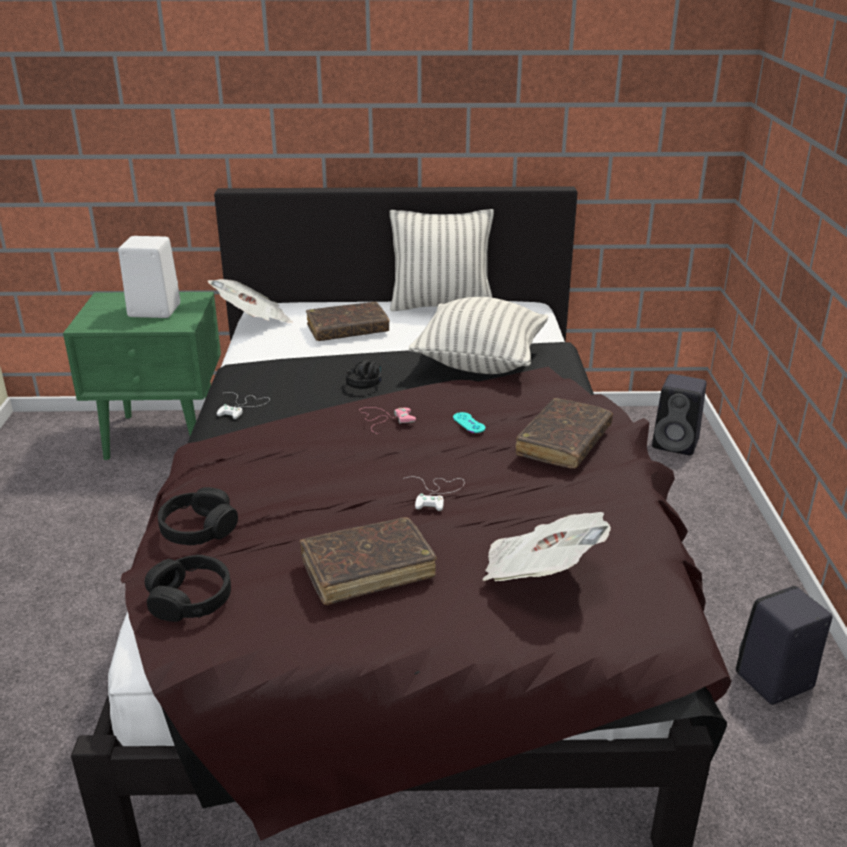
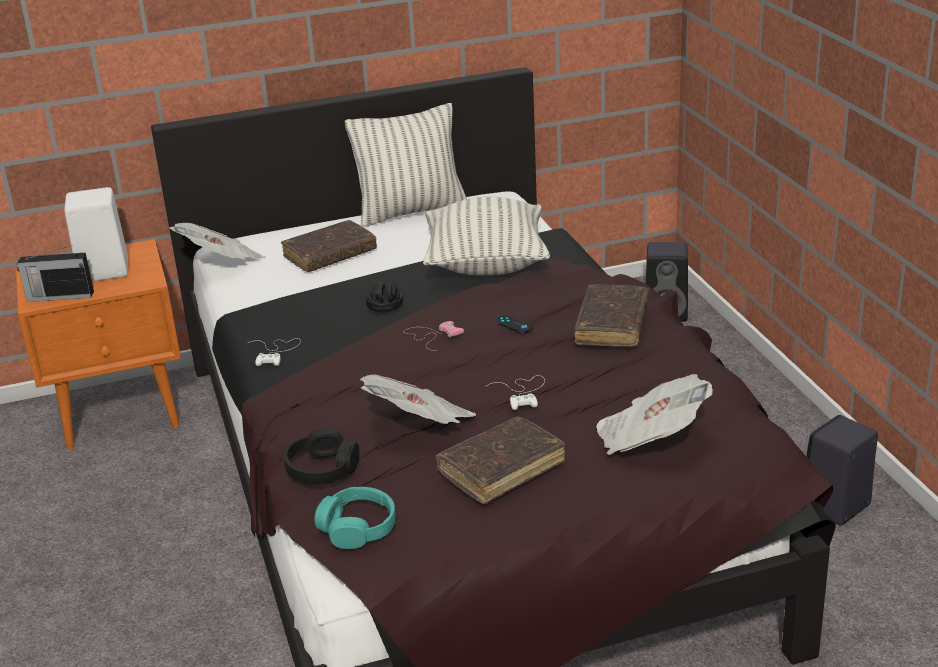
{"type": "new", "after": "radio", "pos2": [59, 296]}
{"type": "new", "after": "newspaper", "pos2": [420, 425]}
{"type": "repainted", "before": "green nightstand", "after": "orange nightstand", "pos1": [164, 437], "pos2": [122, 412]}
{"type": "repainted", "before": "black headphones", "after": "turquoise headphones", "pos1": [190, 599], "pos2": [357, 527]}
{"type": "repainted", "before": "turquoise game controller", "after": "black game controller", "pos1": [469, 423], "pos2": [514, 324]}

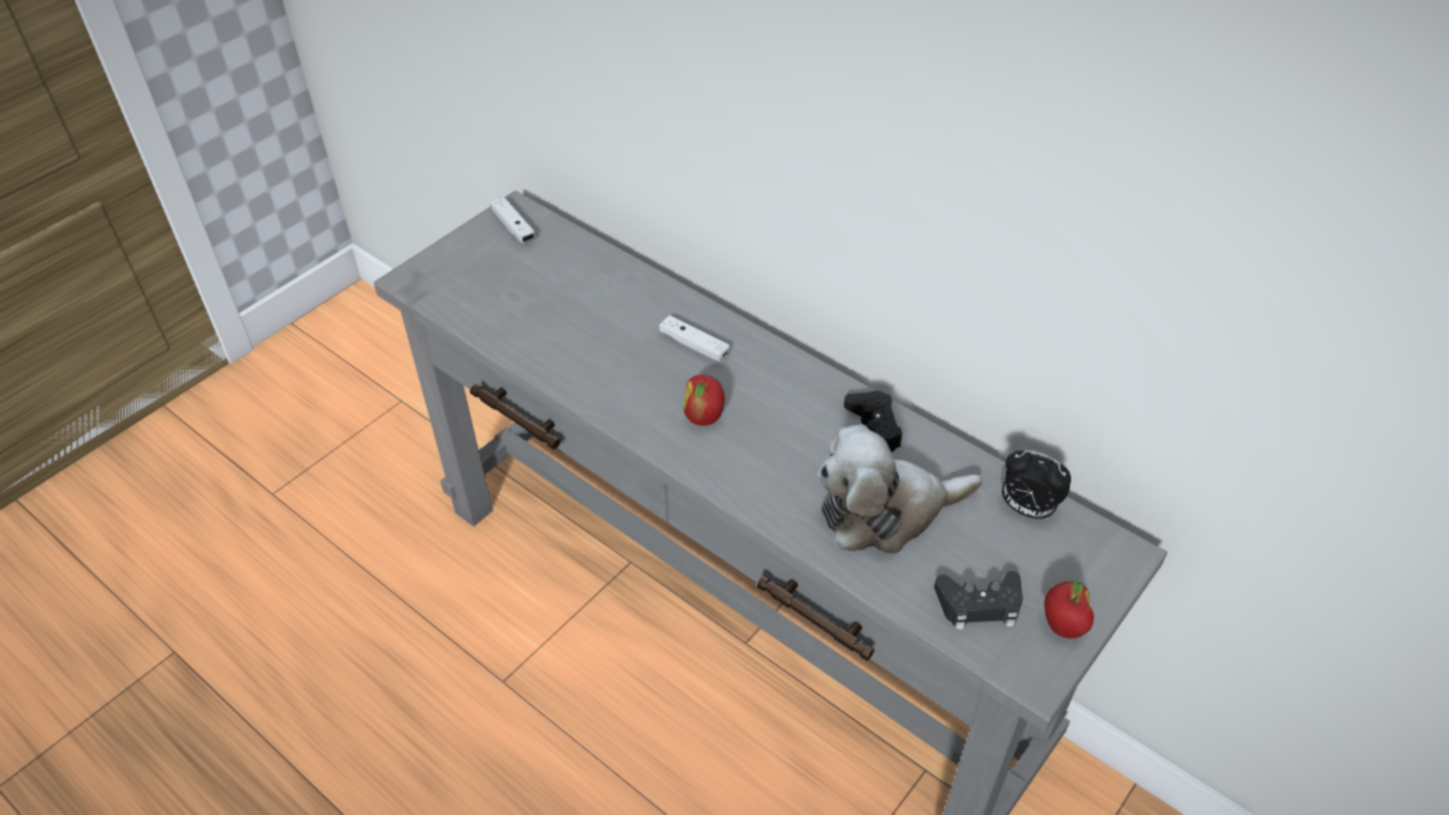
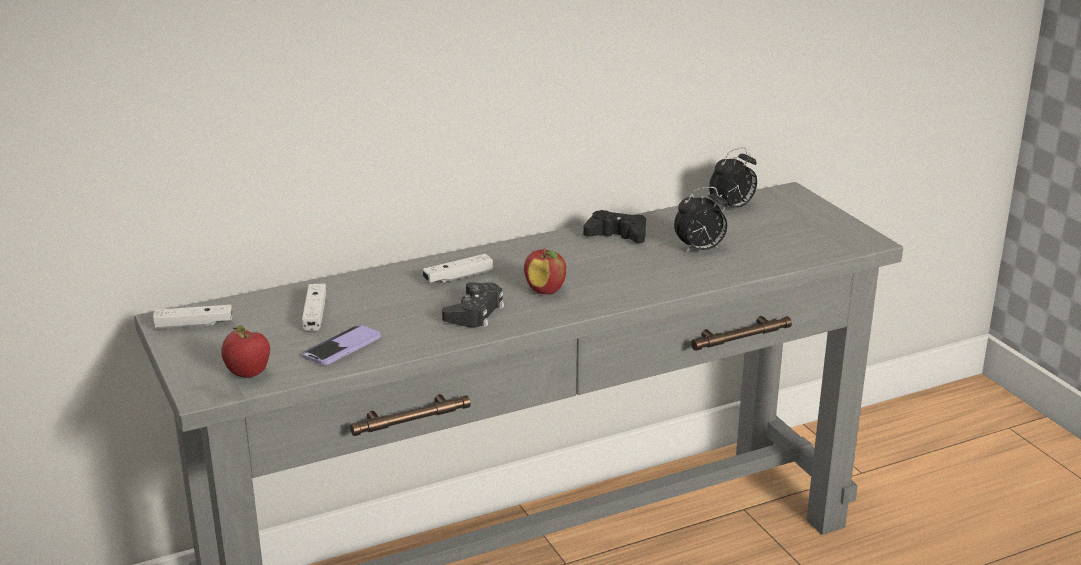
{"type": "new", "after": "white game controller", "pos2": [315, 314]}
{"type": "new", "after": "phone", "pos2": [342, 347]}
{"type": "shifted", "before": "black game controller", "pos1": [979, 605], "pos2": [475, 312]}
{"type": "shifted", "before": "apple", "pos1": [1062, 626], "pos2": [247, 374]}
{"type": "swapped", "before": "plush toy", "after": "alarm clock", "pos1": [886, 512], "pos2": [700, 250]}

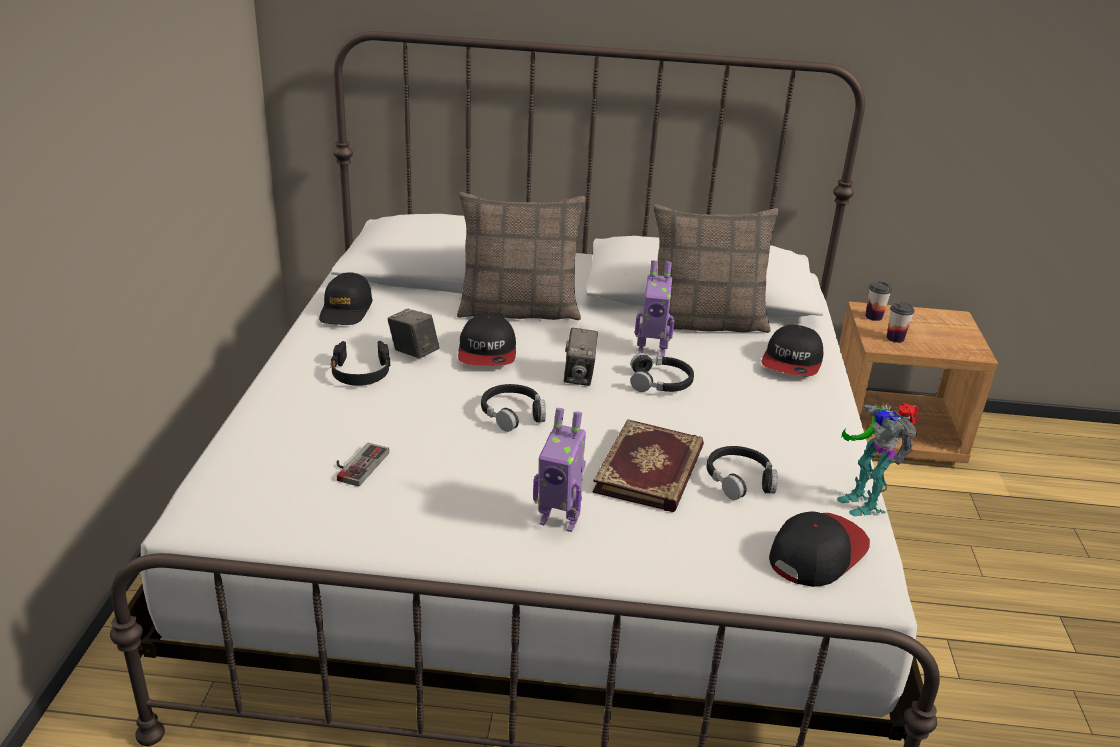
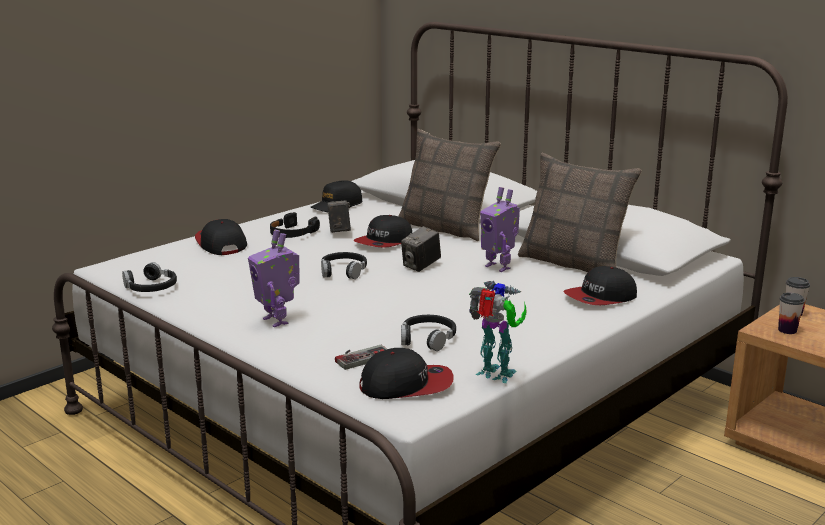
{"type": "gone", "before": "book", "pos1": [651, 470]}
{"type": "new", "after": "cap", "pos2": [220, 244]}
{"type": "shifted", "before": "game controller", "pos1": [356, 464], "pos2": [360, 356]}
{"type": "shifted", "before": "black headphones", "pos1": [661, 382], "pos2": [151, 287]}
{"type": "rotated", "before": "toy robot", "pos1": [864, 501], "pos2": [496, 375], "turn": 105}

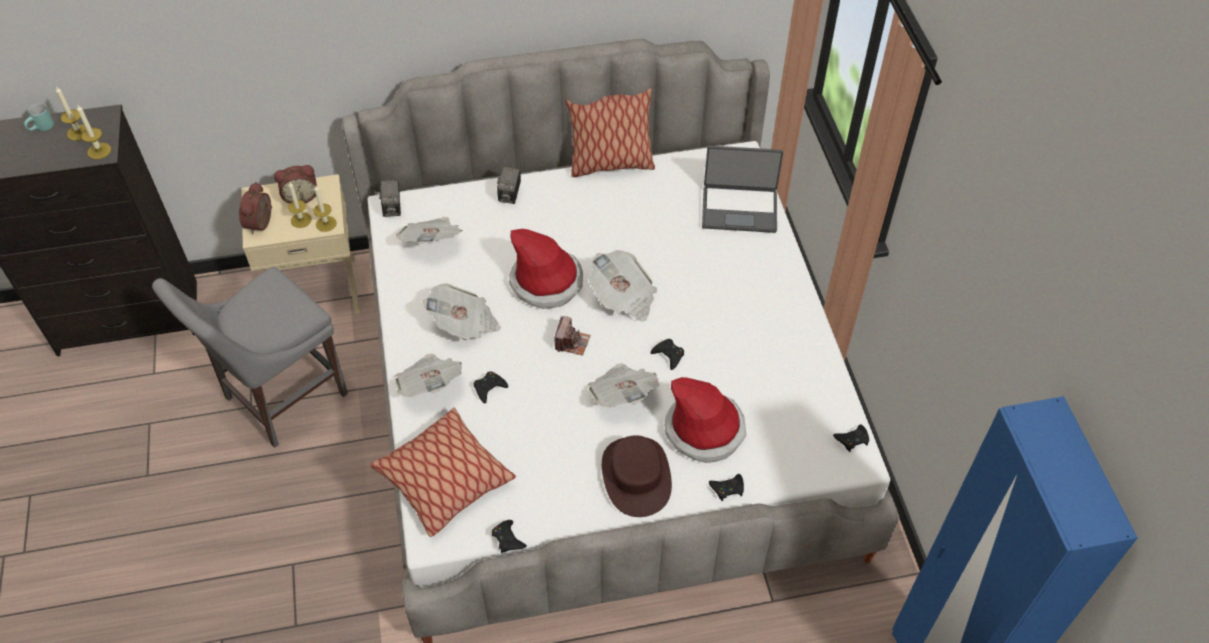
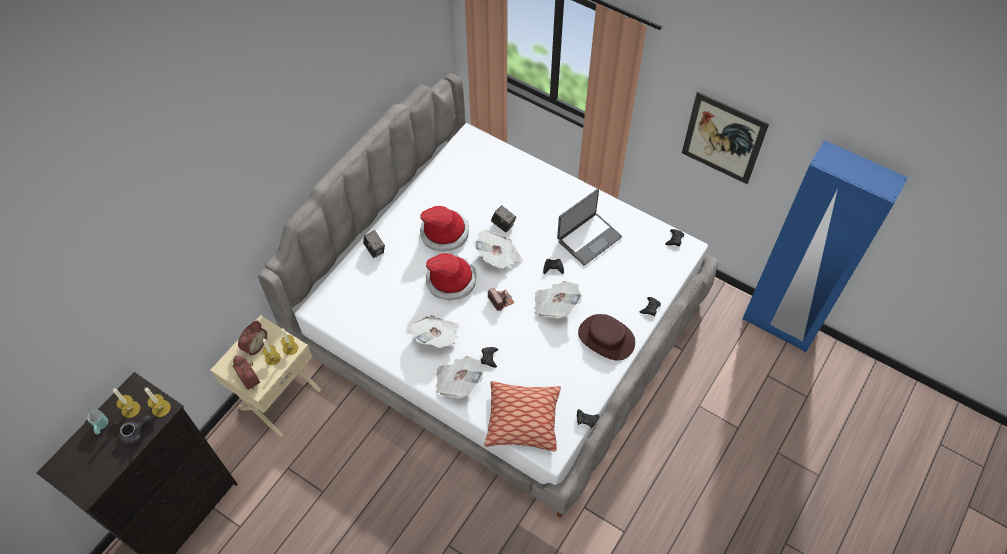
{"type": "gone", "before": "grey chair", "pos1": [280, 398]}
{"type": "gone", "before": "newspaper", "pos1": [432, 242]}
{"type": "gone", "before": "pillow", "pos1": [610, 164]}
{"type": "new", "after": "grey teapot", "pos2": [136, 433]}
{"type": "new", "after": "picture", "pos2": [723, 138]}
{"type": "shifted", "before": "photo camera", "pos1": [392, 208], "pos2": [503, 225]}
{"type": "shifted", "before": "hat", "pos1": [704, 430], "pos2": [444, 233]}
{"type": "shifted", "before": "laptop", "pos1": [739, 208], "pos2": [588, 238]}

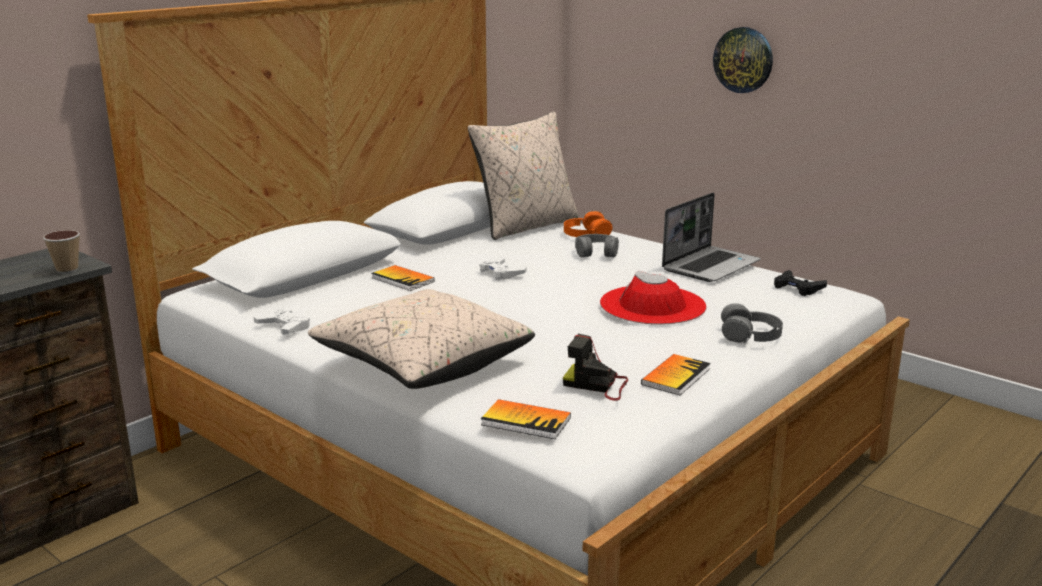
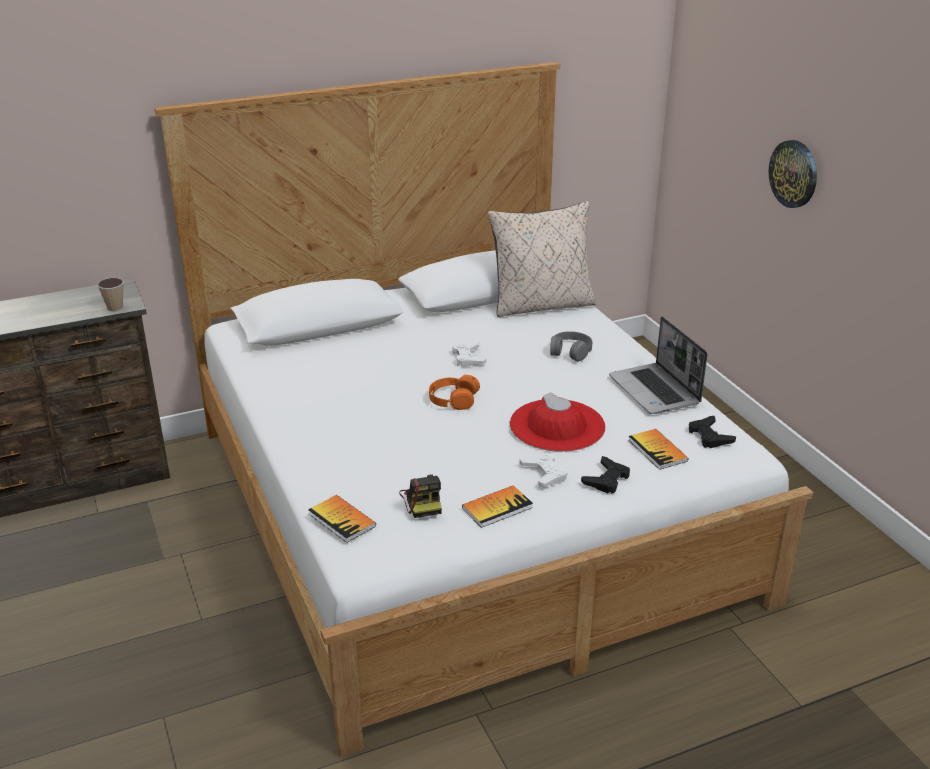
{"type": "gone", "before": "beige pillow", "pos1": [422, 364]}
{"type": "shifted", "before": "white game controller", "pos1": [284, 327], "pos2": [544, 474]}
{"type": "shifted", "before": "book", "pos1": [402, 279], "pos2": [657, 450]}
{"type": "shifted", "before": "orange headphones", "pos1": [586, 234], "pos2": [453, 399]}
{"type": "swapped", "before": "grey headphones", "after": "black game controller", "pos1": [750, 334], "pos2": [606, 479]}
{"type": "rotated", "before": "photo camera", "pos1": [597, 385], "pos2": [423, 501], "turn": -150}
{"type": "rotated", "before": "laptop", "pos1": [710, 266], "pos2": [655, 391], "turn": 90}

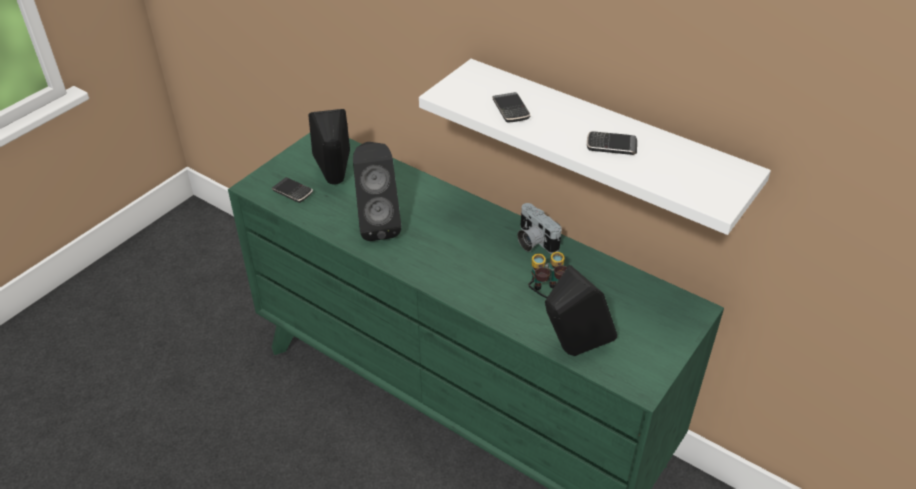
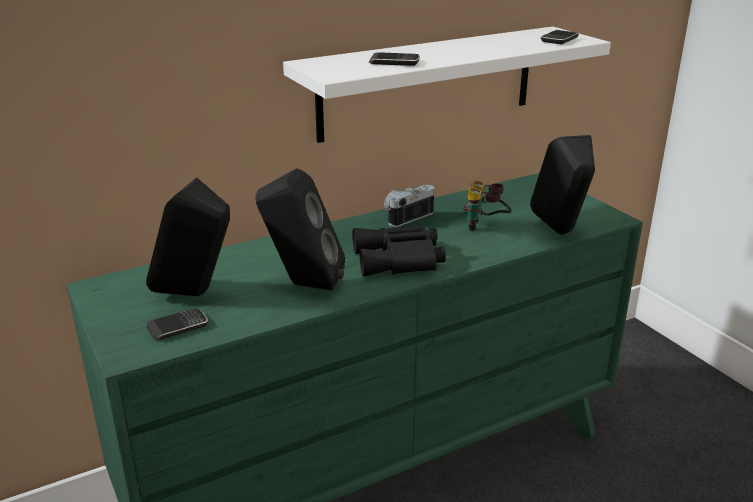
{"type": "new", "after": "black binoculars", "pos2": [400, 260]}
{"type": "shifted", "before": "phone", "pos1": [611, 146], "pos2": [559, 40]}
{"type": "rotated", "before": "photo camera", "pos1": [533, 241], "pos2": [406, 216], "turn": 150}

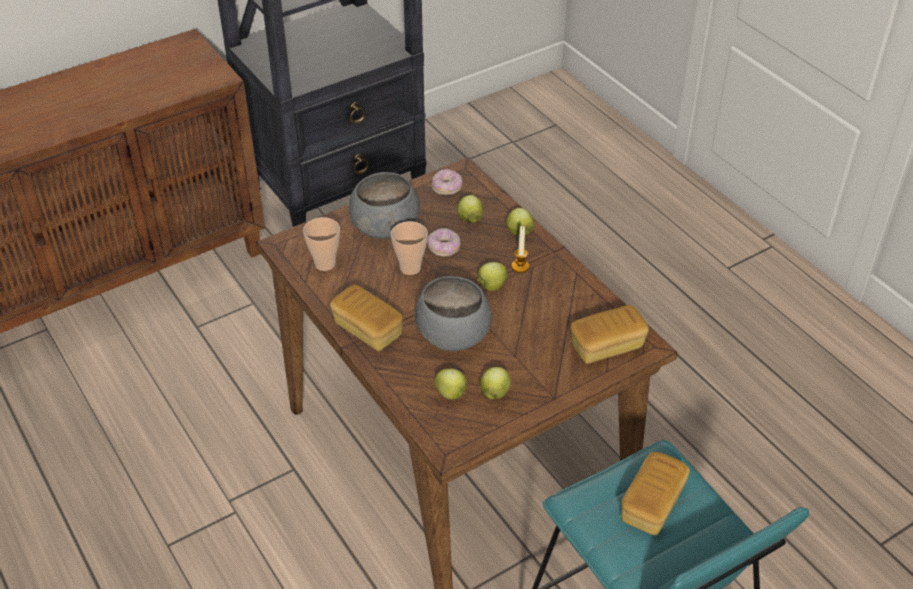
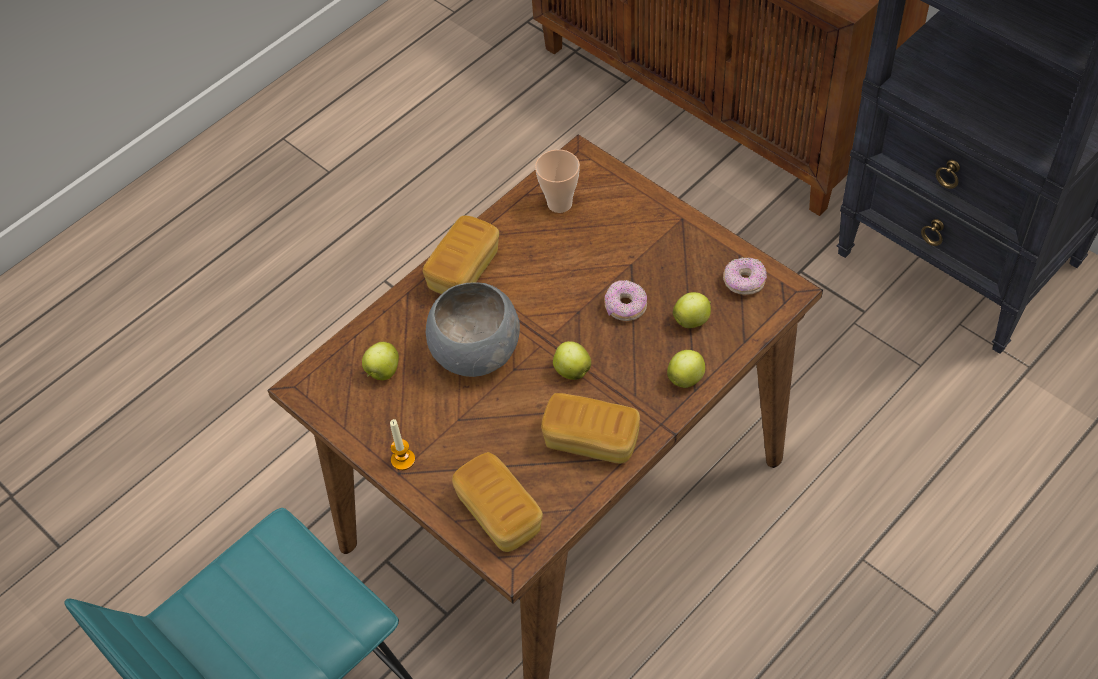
{"type": "gone", "before": "grey bowl", "pos1": [384, 227]}
{"type": "gone", "before": "cup", "pos1": [410, 268]}
{"type": "gone", "before": "apple", "pos1": [495, 392]}
{"type": "shifted", "before": "candle", "pos1": [520, 266], "pos2": [403, 460]}
{"type": "shifted", "before": "bread", "pos1": [652, 504], "pos2": [591, 440]}

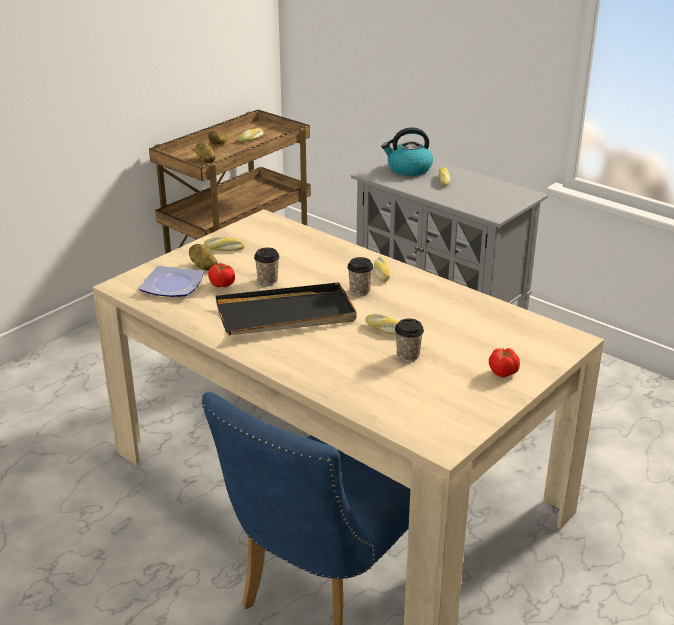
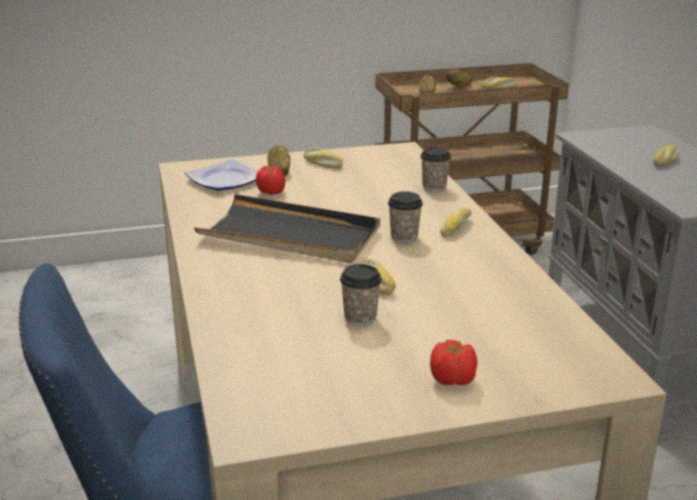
{"type": "gone", "before": "kettle", "pos1": [408, 169]}
{"type": "shifted", "before": "cup", "pos1": [267, 280], "pos2": [434, 187]}

